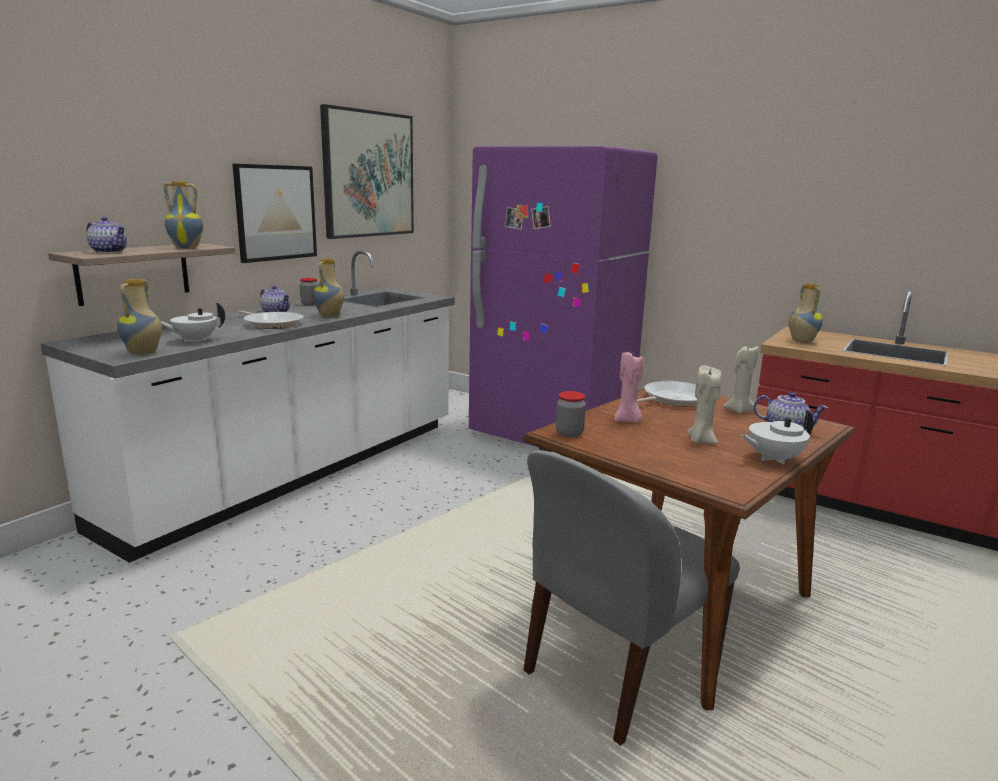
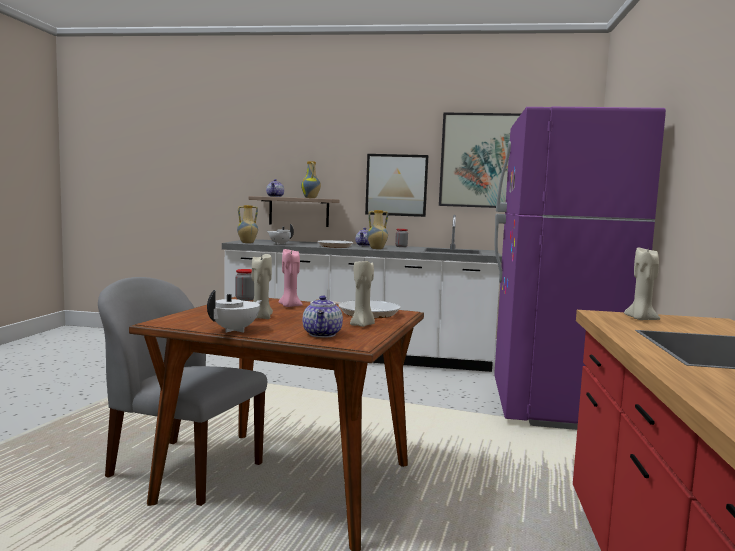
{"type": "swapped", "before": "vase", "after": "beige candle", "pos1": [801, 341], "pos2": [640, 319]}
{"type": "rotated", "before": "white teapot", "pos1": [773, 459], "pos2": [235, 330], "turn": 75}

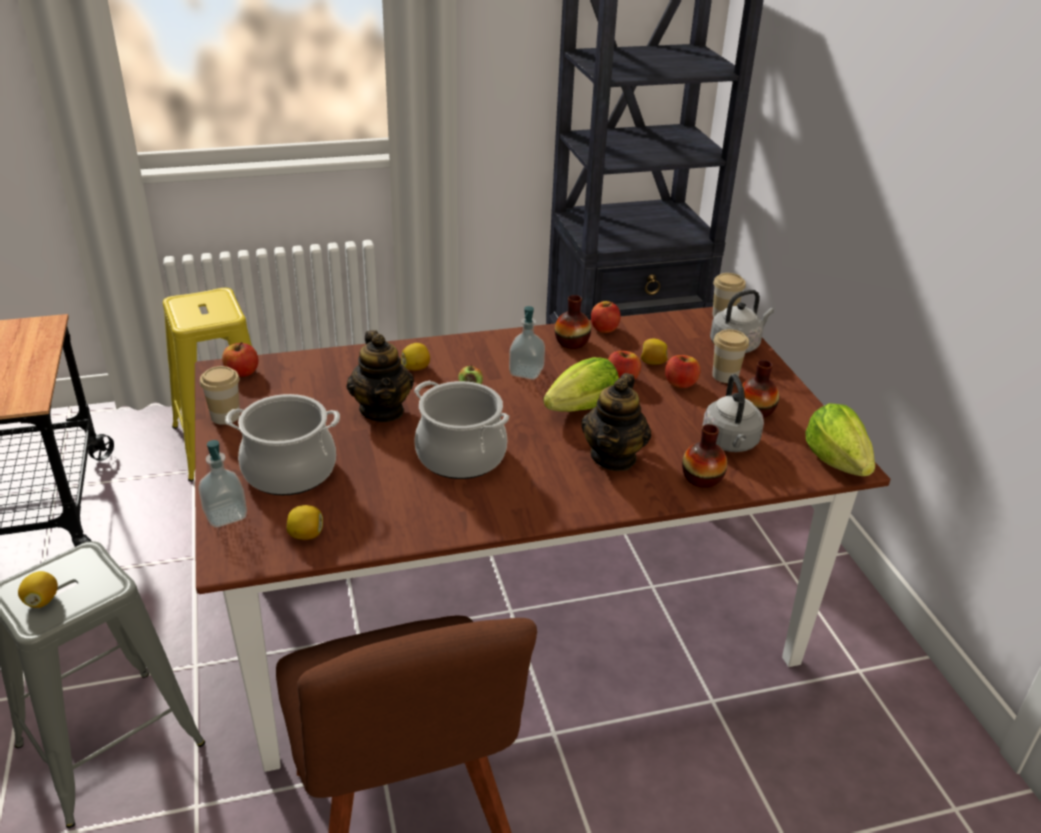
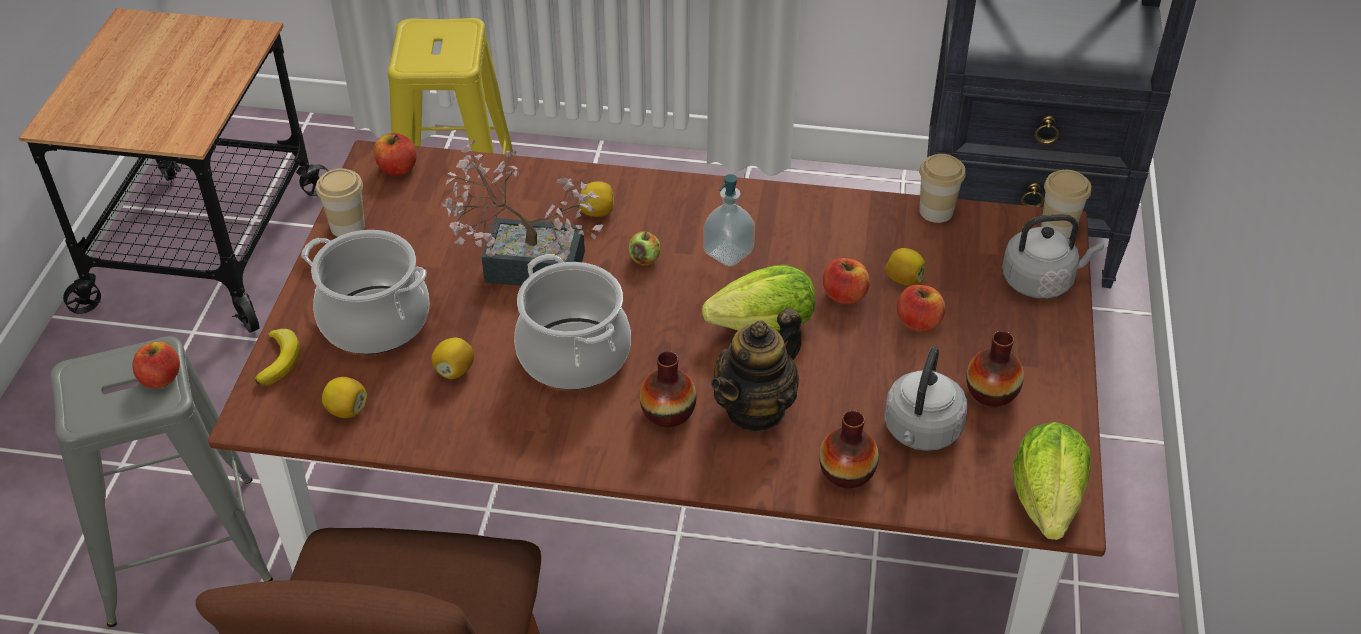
{"type": "shifted", "before": "lemon", "pos1": [42, 601], "pos2": [454, 370]}
{"type": "shifted", "before": "vase", "pos1": [571, 342], "pos2": [668, 412]}
{"type": "shifted", "before": "apple", "pos1": [604, 329], "pos2": [160, 378]}
{"type": "shifted", "before": "cup", "pos1": [725, 376], "pos2": [936, 211]}
{"type": "swapped", "before": "soap dispenser", "after": "banana", "pos1": [225, 515], "pos2": [280, 359]}
{"type": "swapped", "before": "teapot", "after": "potted plant", "pos1": [382, 410], "pos2": [522, 264]}

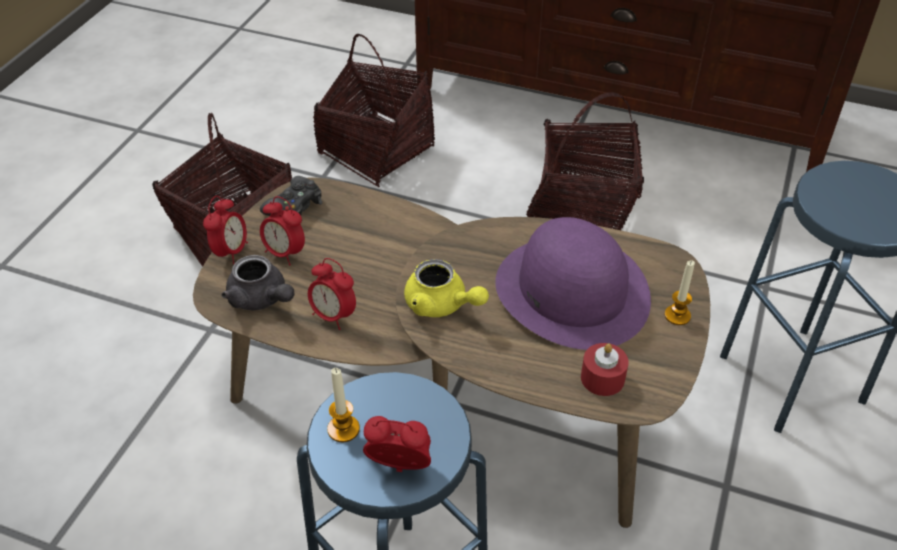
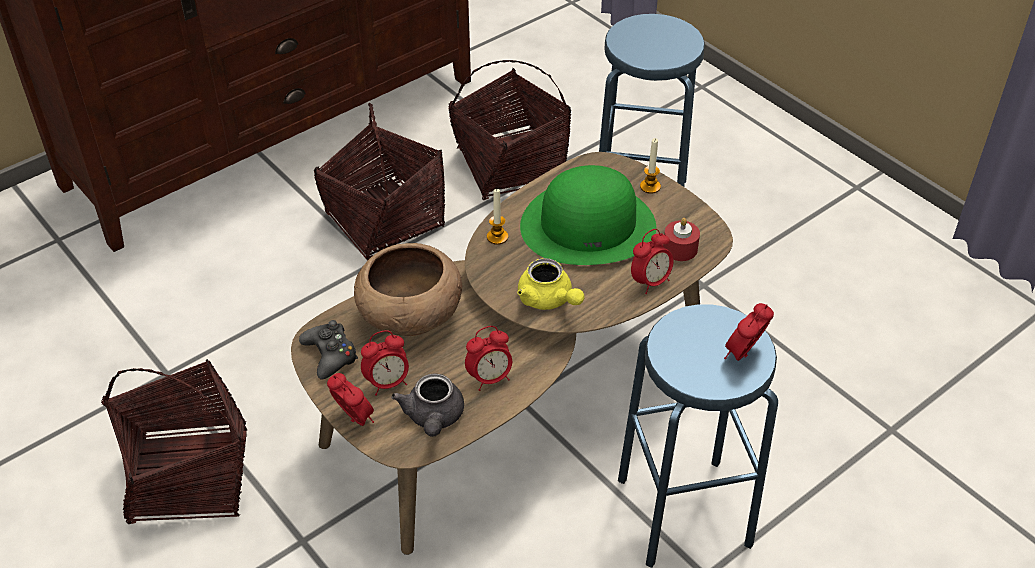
{"type": "new", "after": "brown bowl", "pos2": [409, 315]}
{"type": "new", "after": "alarm clock", "pos2": [650, 282]}
{"type": "shifted", "before": "basket", "pos1": [376, 150], "pos2": [509, 165]}
{"type": "shifted", "before": "candle", "pos1": [343, 429], "pos2": [497, 237]}
{"type": "repainted", "before": "purple hat", "after": "green hat", "pos1": [572, 291], "pos2": [588, 225]}
{"type": "rotated", "before": "grey teapot", "pos1": [261, 299], "pos2": [433, 418], "turn": 105}
{"type": "rotated", "before": "yellow teapot", "pos1": [442, 305], "pos2": [548, 300], "turn": 75}

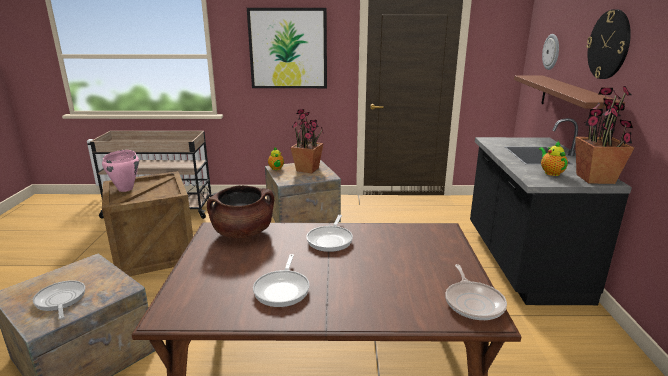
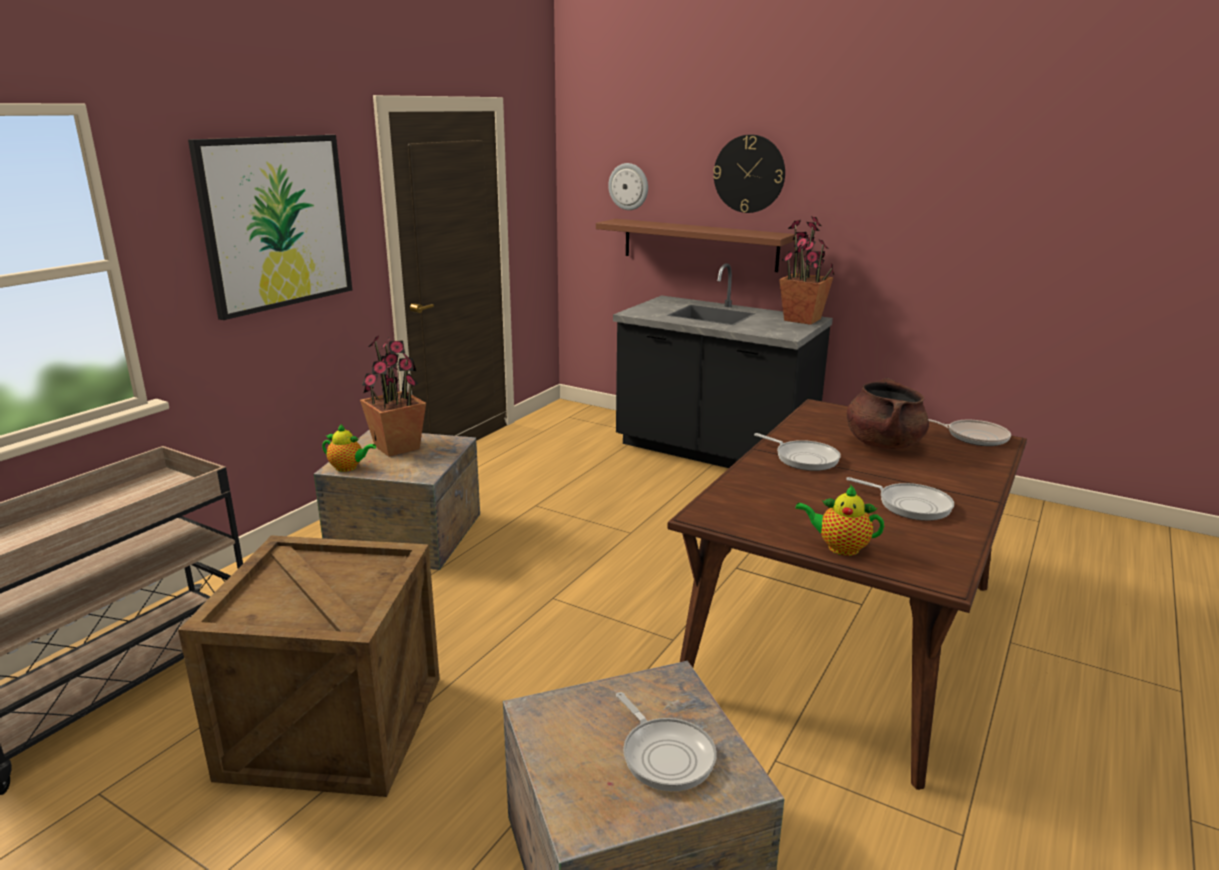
{"type": "gone", "before": "pink cooking pot", "pos1": [126, 189]}
{"type": "shifted", "before": "brown cooking pot", "pos1": [243, 233], "pos2": [883, 444]}
{"type": "shifted", "before": "teapot", "pos1": [551, 172], "pos2": [839, 547]}
{"type": "rotated", "before": "frying pan", "pos1": [60, 300], "pos2": [665, 755], "turn": -120}

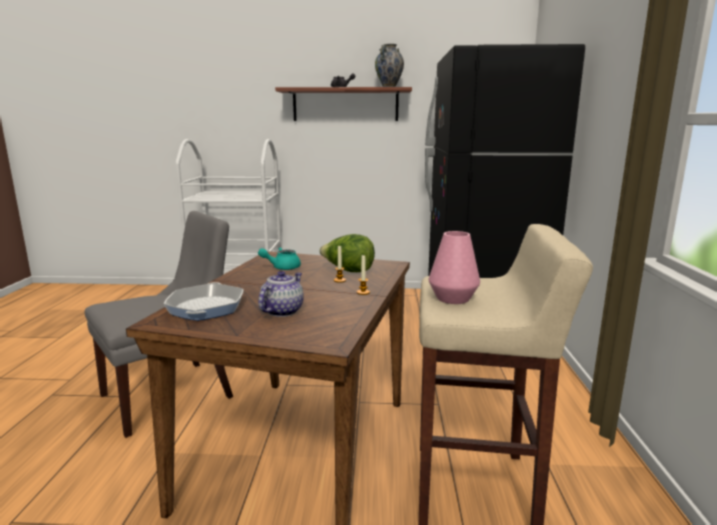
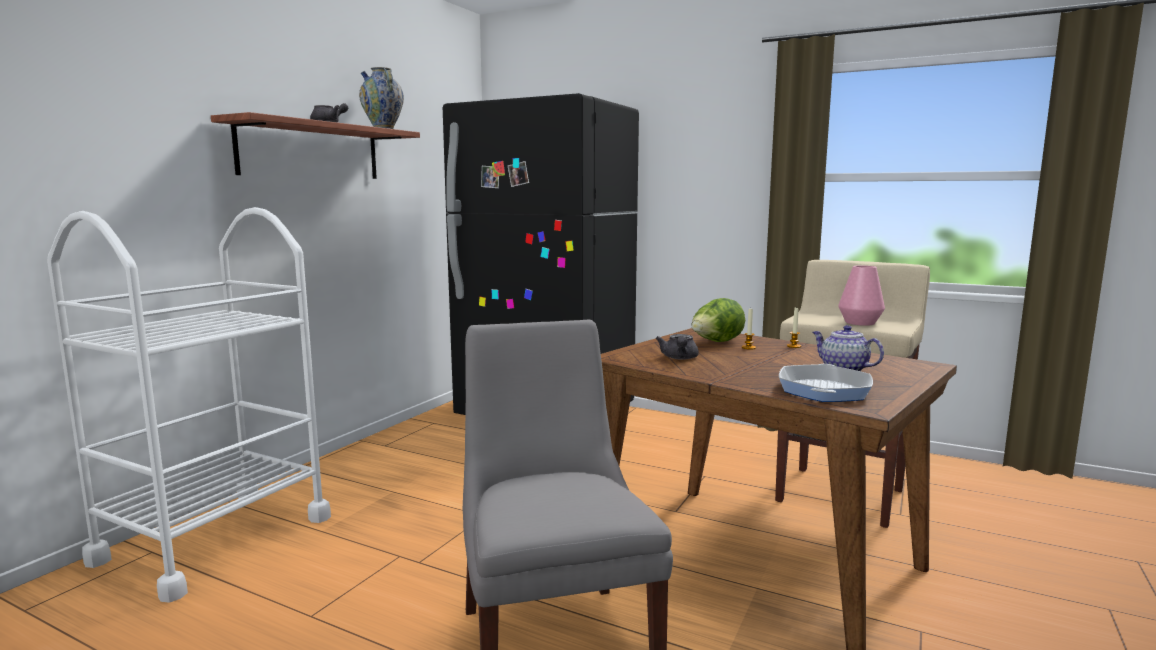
{"type": "repainted", "before": "turquoise teapot", "after": "grey teapot", "pos1": [282, 267], "pos2": [679, 358]}
{"type": "rotated", "before": "frying pan", "pos1": [206, 307], "pos2": [824, 390], "turn": 90}

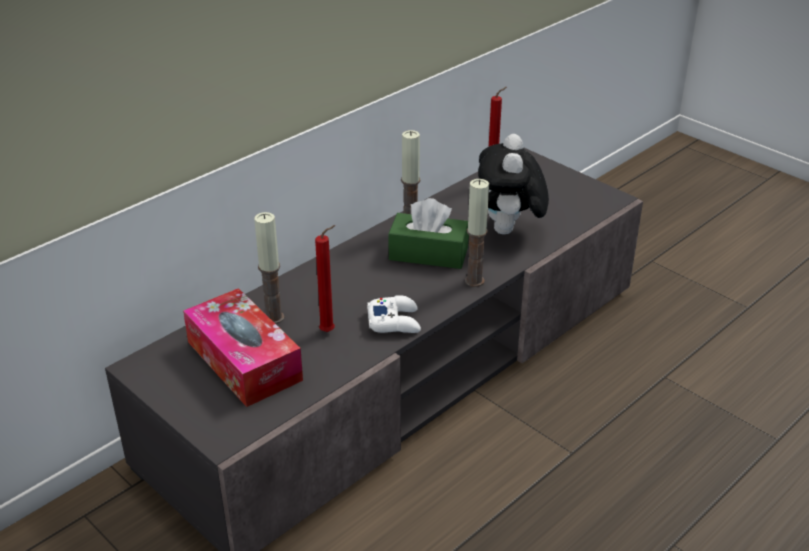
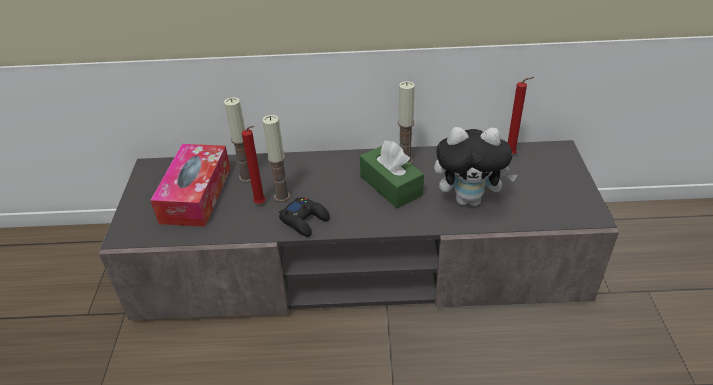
{"type": "shifted", "before": "candle", "pos1": [474, 281], "pos2": [282, 196]}
{"type": "repainted", "before": "white game controller", "after": "black game controller", "pos1": [394, 321], "pos2": [305, 220]}
{"type": "rotated", "before": "plush toy", "pos1": [509, 231], "pos2": [469, 199], "turn": -135}

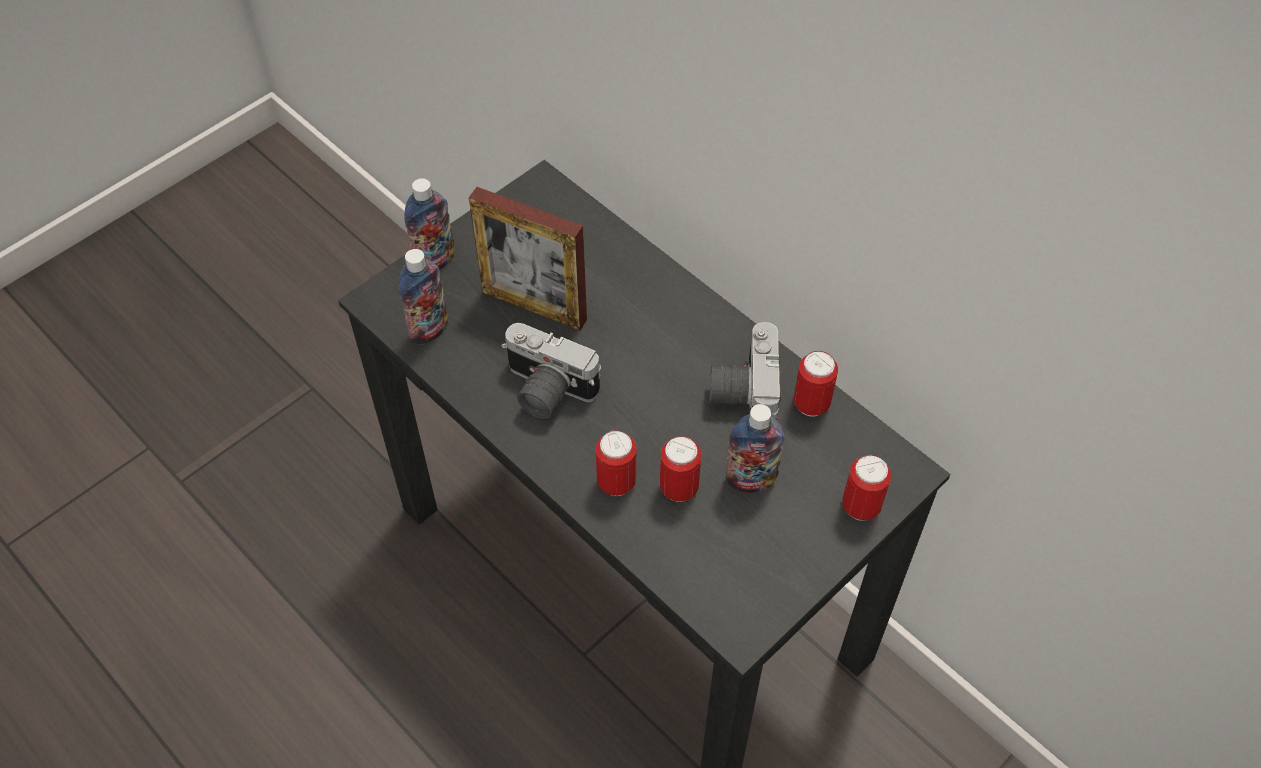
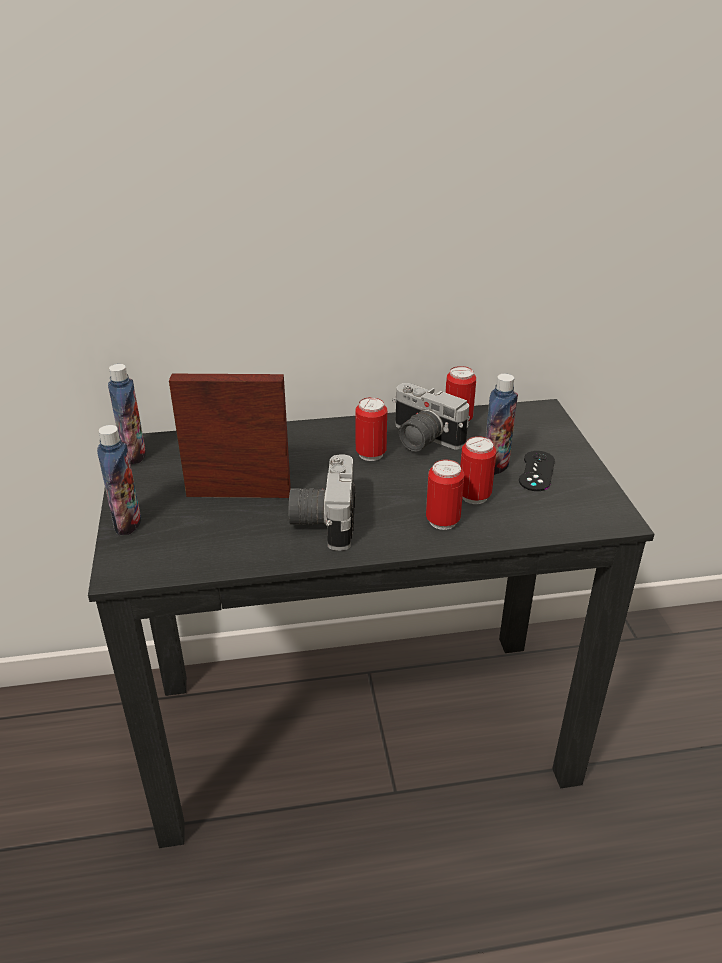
{"type": "new", "after": "black game controller", "pos2": [536, 471]}
{"type": "shifted", "before": "bottle", "pos1": [429, 329], "pos2": [134, 454]}
{"type": "shifted", "before": "can", "pos1": [860, 507], "pos2": [371, 454]}
{"type": "rotated", "before": "picture frame", "pos1": [534, 306], "pos2": [238, 493], "turn": -150}
{"type": "rotated", "before": "photo camera", "pos1": [545, 391], "pos2": [323, 520], "turn": 120}

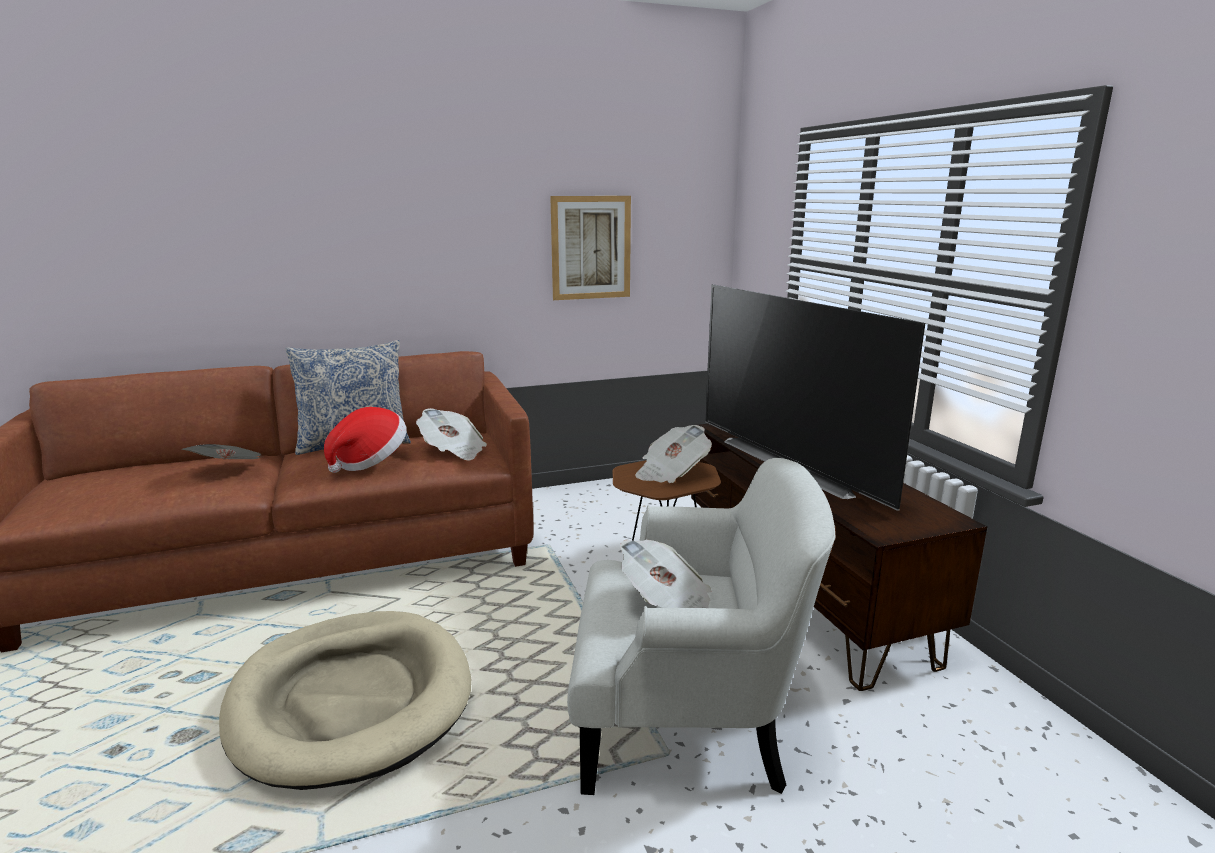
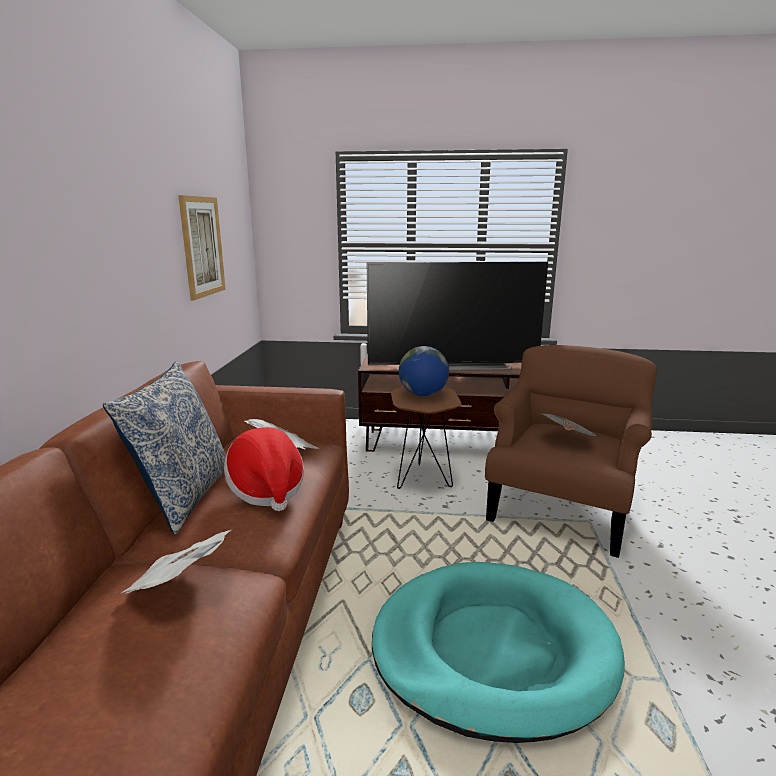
{"type": "swapped", "before": "newspaper", "after": "globe", "pos1": [671, 473], "pos2": [423, 395]}
{"type": "repainted", "before": "beige dog bed", "after": "turquoise dog bed", "pos1": [351, 700], "pos2": [492, 650]}
{"type": "repainted", "before": "white armchair", "after": "brown armchair", "pos1": [688, 720], "pos2": [561, 508]}

